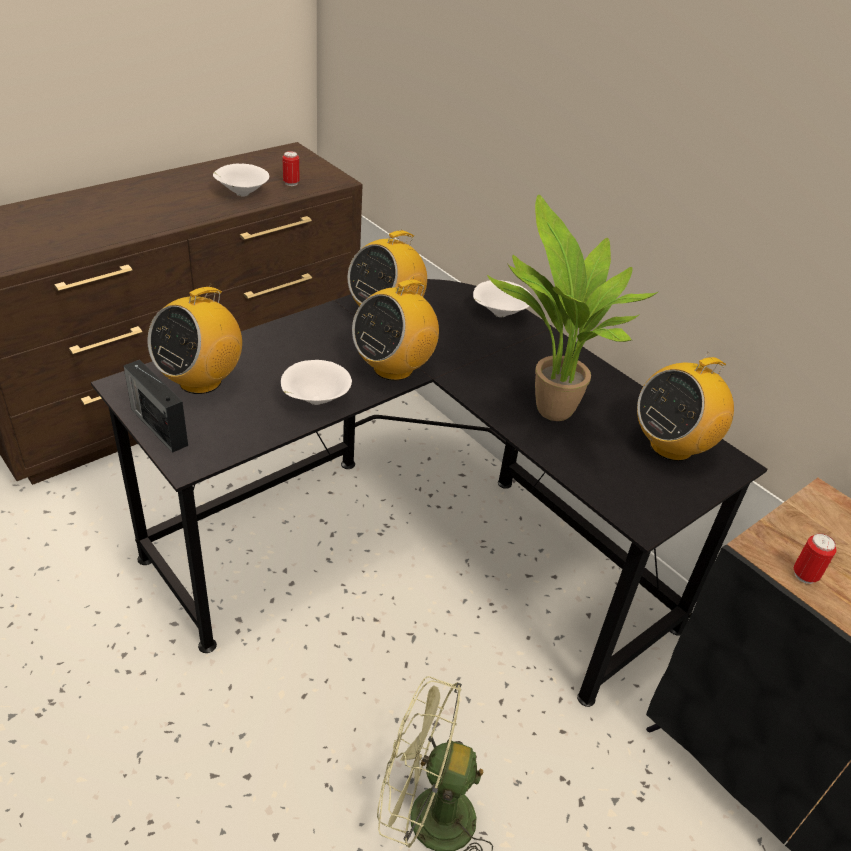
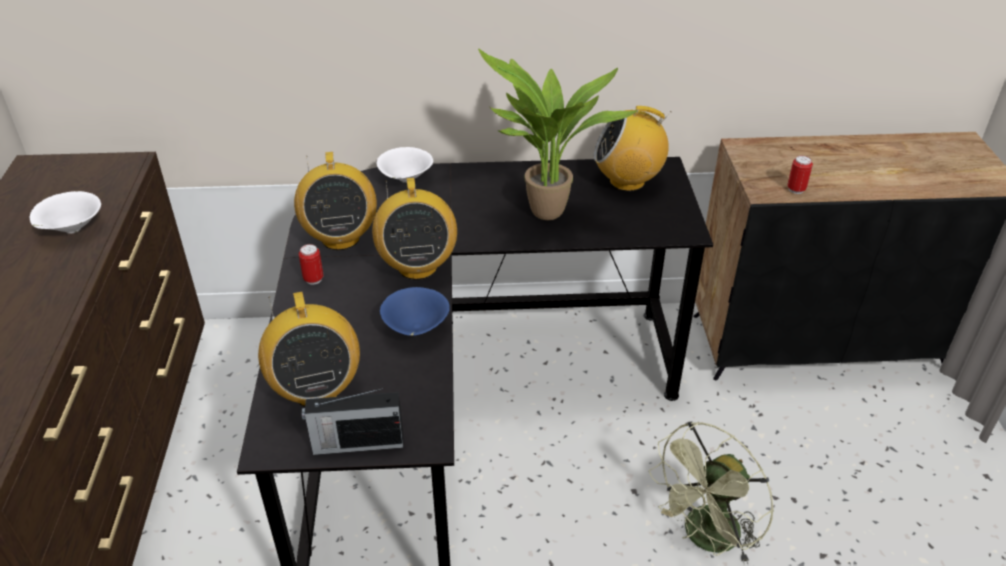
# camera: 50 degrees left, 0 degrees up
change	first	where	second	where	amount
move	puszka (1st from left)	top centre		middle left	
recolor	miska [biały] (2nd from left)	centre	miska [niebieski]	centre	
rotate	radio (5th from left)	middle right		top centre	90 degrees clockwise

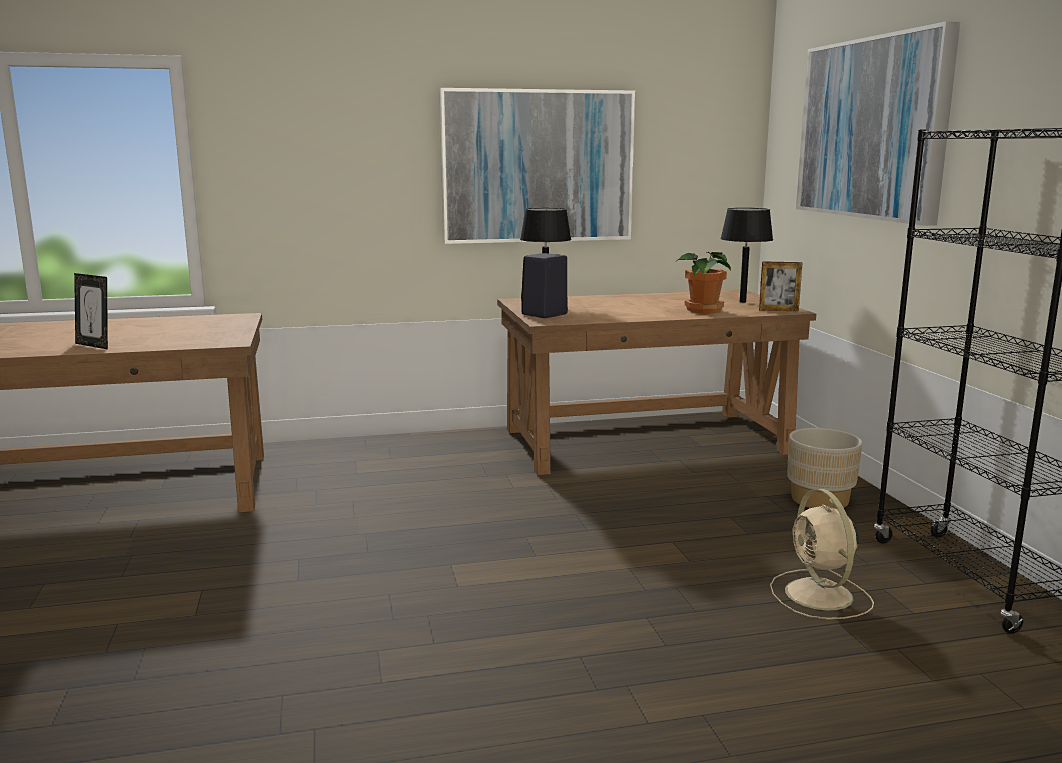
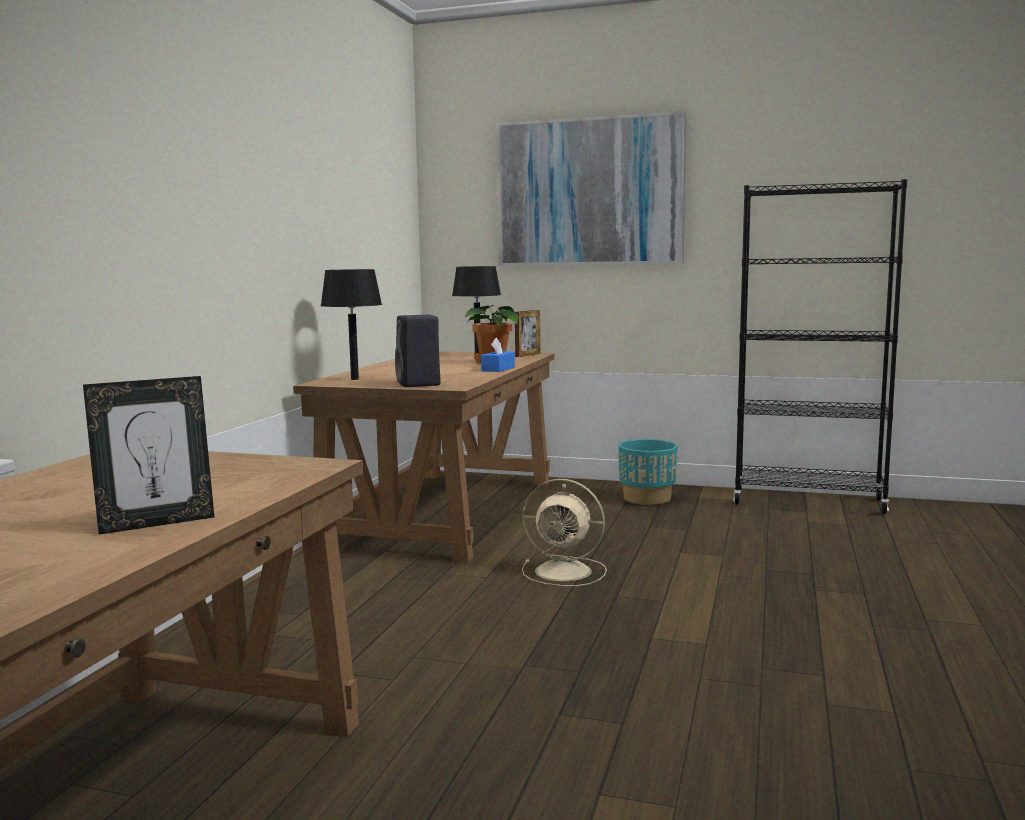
# camera: 60 degrees left, 5 degrees down
change	first	where	second	where	amount
delete	obraz (1st from left)	top centre			
insert			pudełko chusteczek [niebieski]	centre	
move	wentylator [beżowy]	bottom right		centre	
recolor	donica [beżowy]	middle right	donica [turkusowy]	centre	

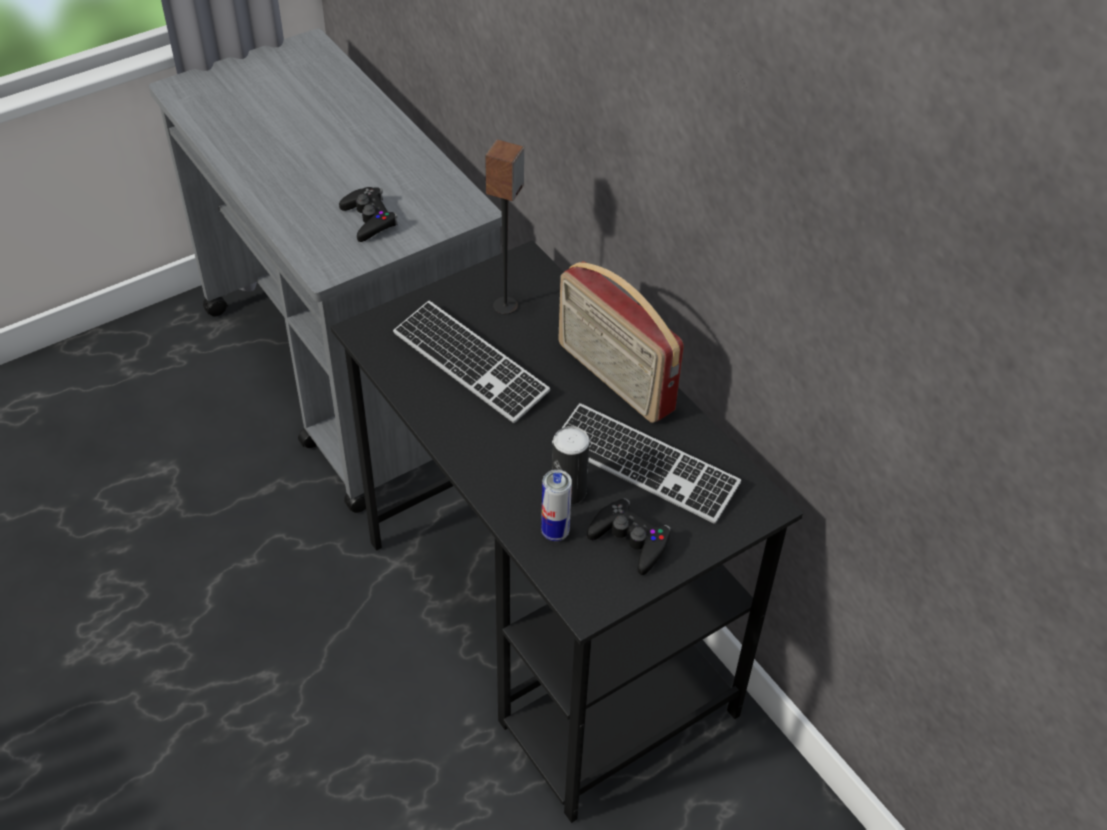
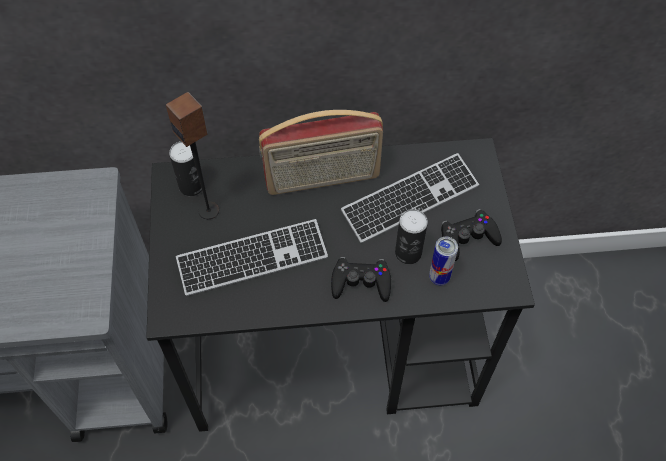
# camera: 60 degrees left, 10 degrees up
change	first	where	second	where	amount
insert			puszka (1st from left)	middle left	
move	pad do gier [czarny] (1st from left)	top left		centre	

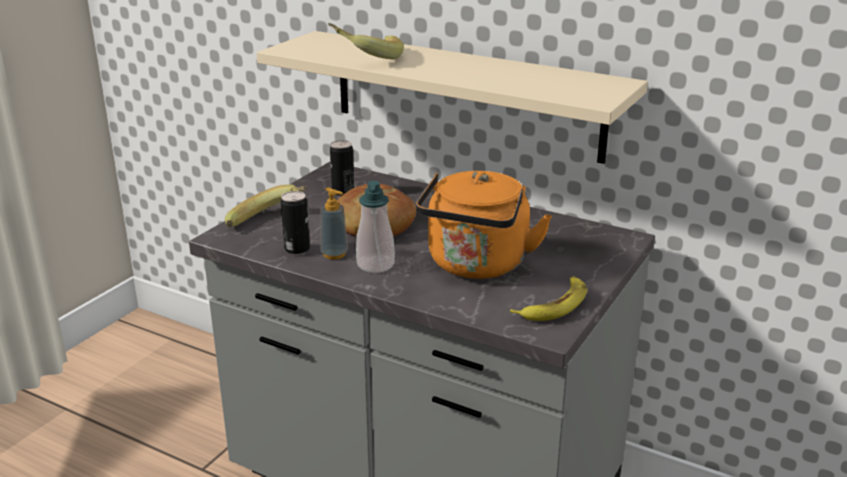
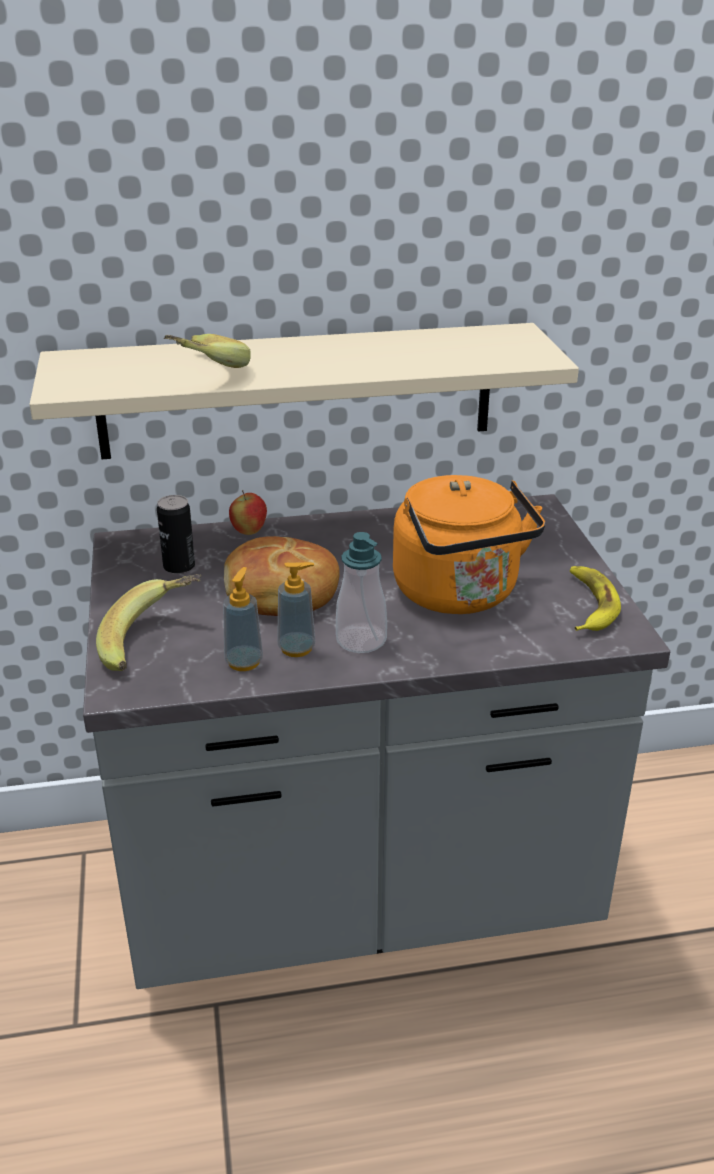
# camera: 40 degrees left, 5 degrees up
change	first	where	second	where	amount
insert			jabłko	centre	
replace	puszka (1st from left)	centre	dozownik mydła (1st from left)	centre	

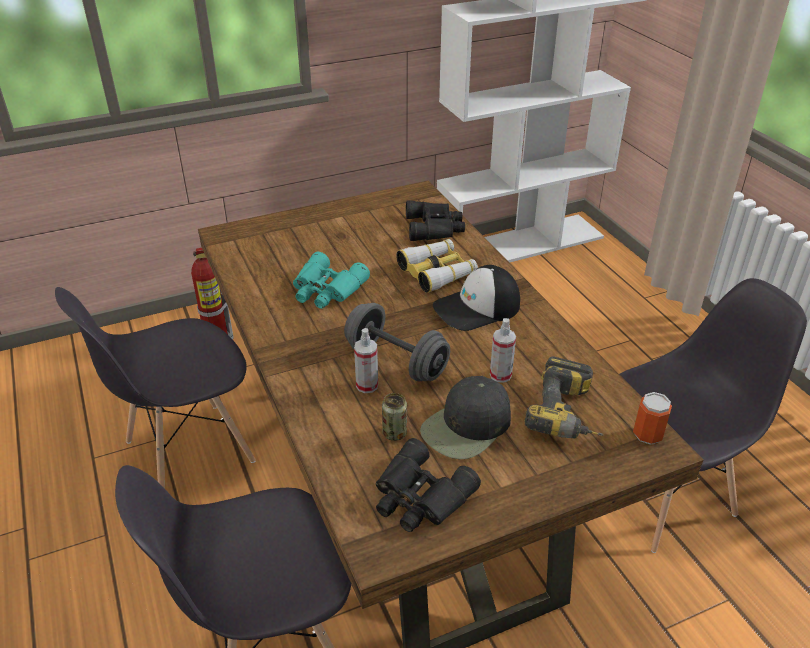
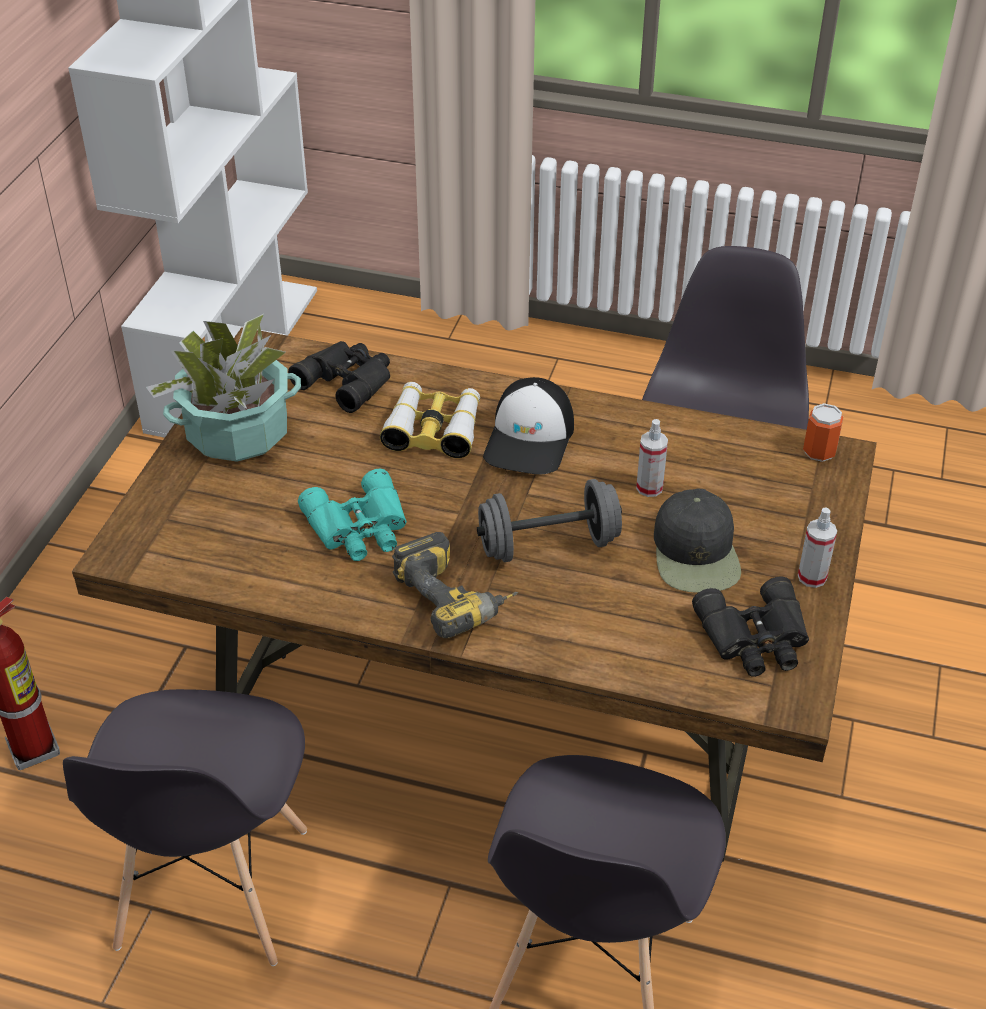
# camera: 50 degrees left, 5 degrees up
change	first	where	second	where	amount
delete	puszka (1st from left)	centre			
insert			roślina doniczkowa	middle left	
move	spryskiwacz (1st from left in the first image)	centre	spryskiwacz (2nd from left)	middle right	
move	wiertarka	middle right		centre	

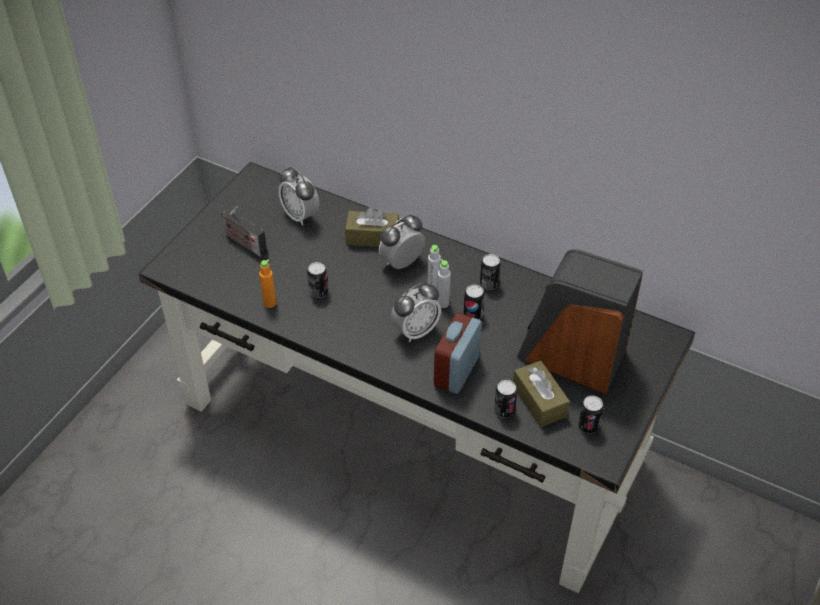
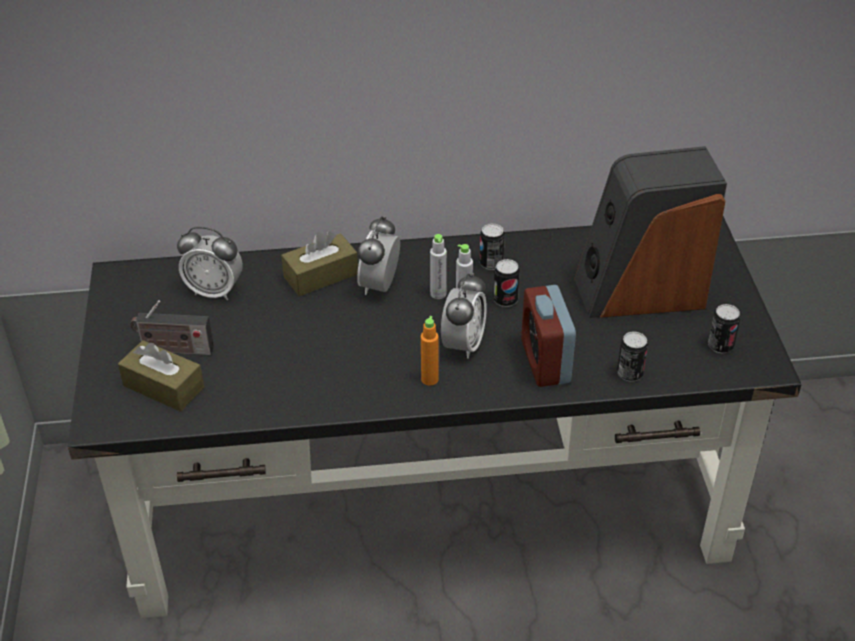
# camera: 35 degrees left, 5 degrees down
change	first	where	second	where	amount
delete	puszka (1st from left)	centre			
move	butelka [pomarańczowy]	middle left		centre	
move	pudełko chusteczek [brązowy] (2nd from left in the first image)	centre	pudełko chusteczek [brązowy] (1st from left)	middle left	

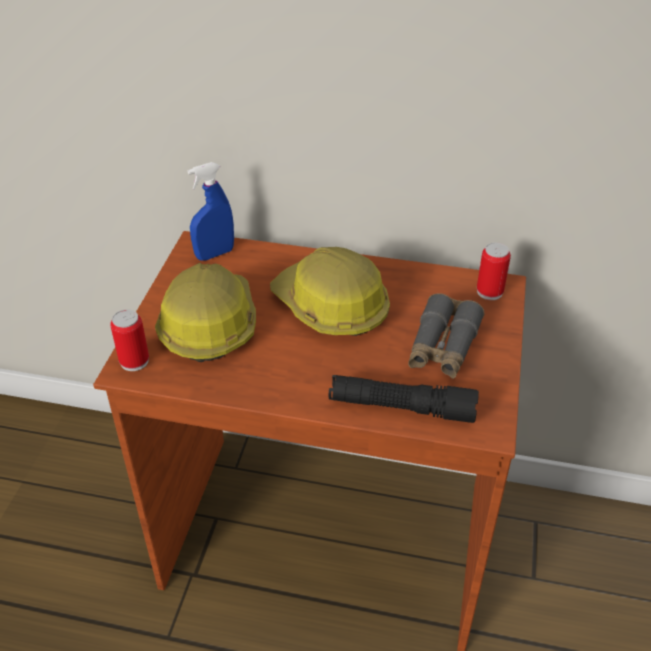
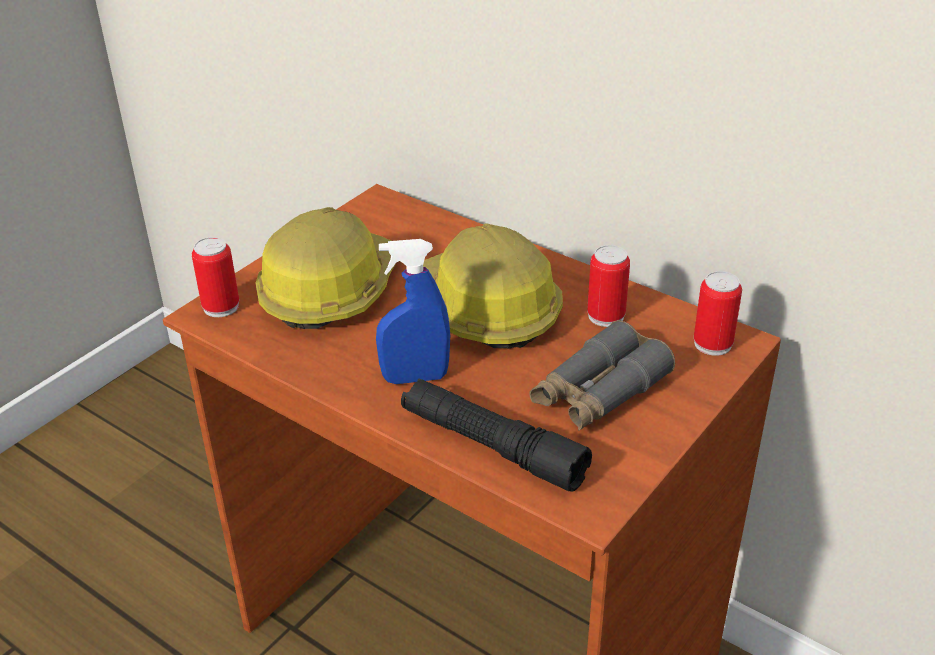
# camera: 25 degrees right, 5 degrees down
change	first	where	second	where	amount
insert			puszka (2nd from left)	centre	
move	spryskiwacz [niebieski]	top left		centre	

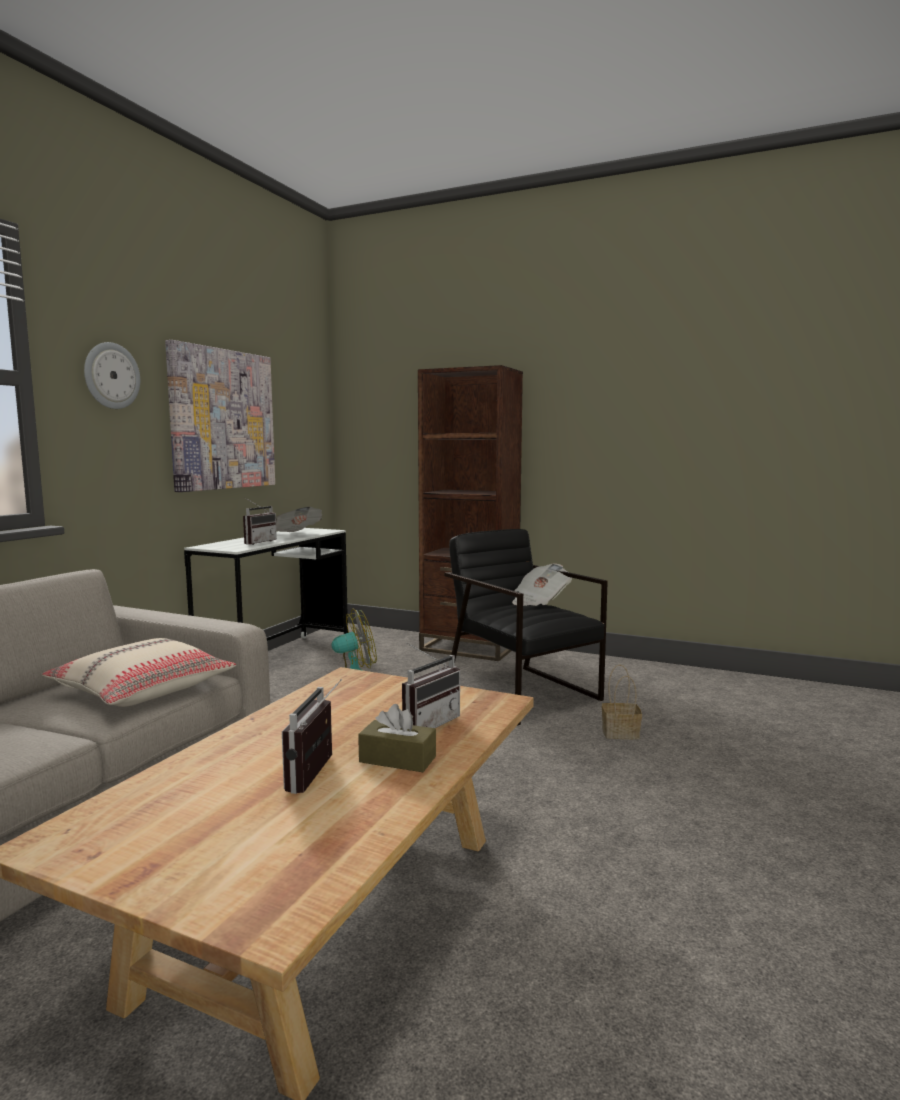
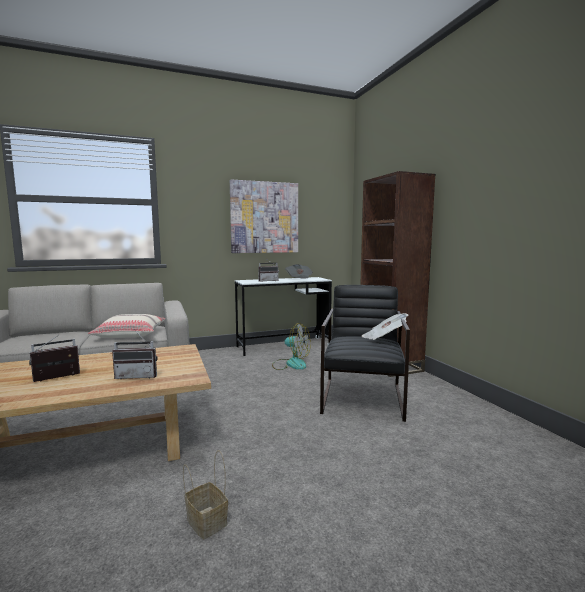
# camera: 45 degrees right, 0 degrees up
change	first	where	second	where	amount
delete	zegar ścienny	middle left			
delete	pudełko chusteczek [brązowy]	bottom centre			
move	koszyk	middle right		bottom centre	

